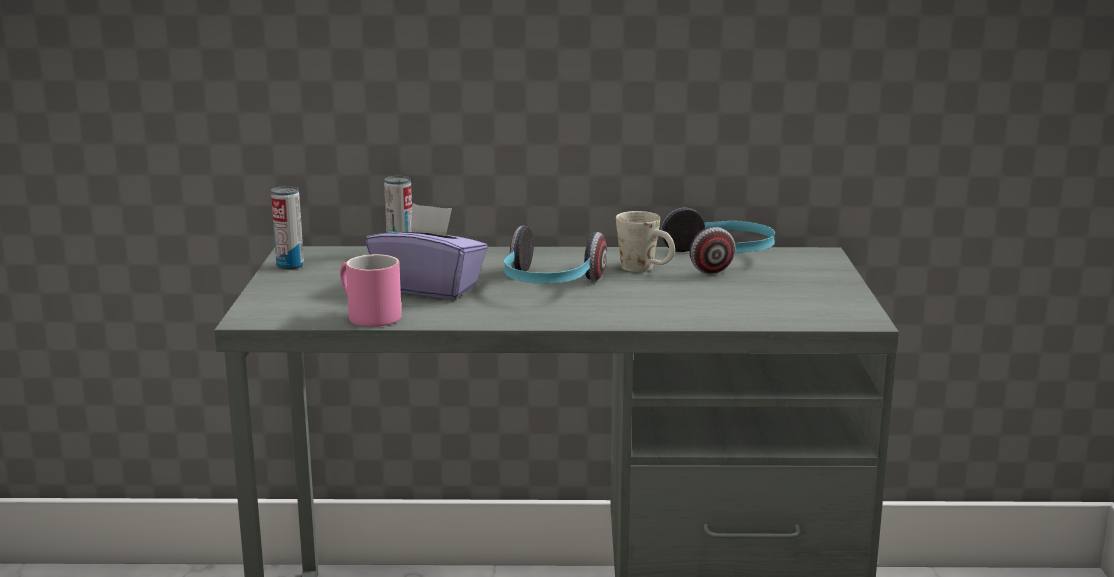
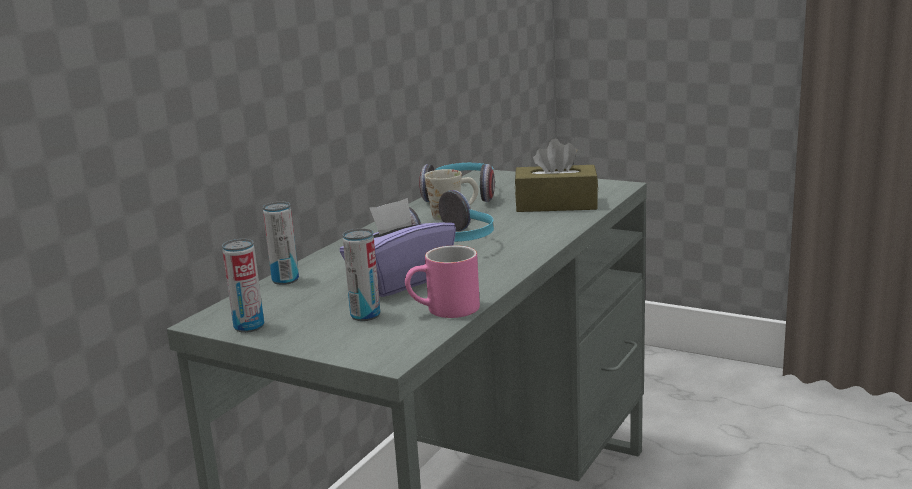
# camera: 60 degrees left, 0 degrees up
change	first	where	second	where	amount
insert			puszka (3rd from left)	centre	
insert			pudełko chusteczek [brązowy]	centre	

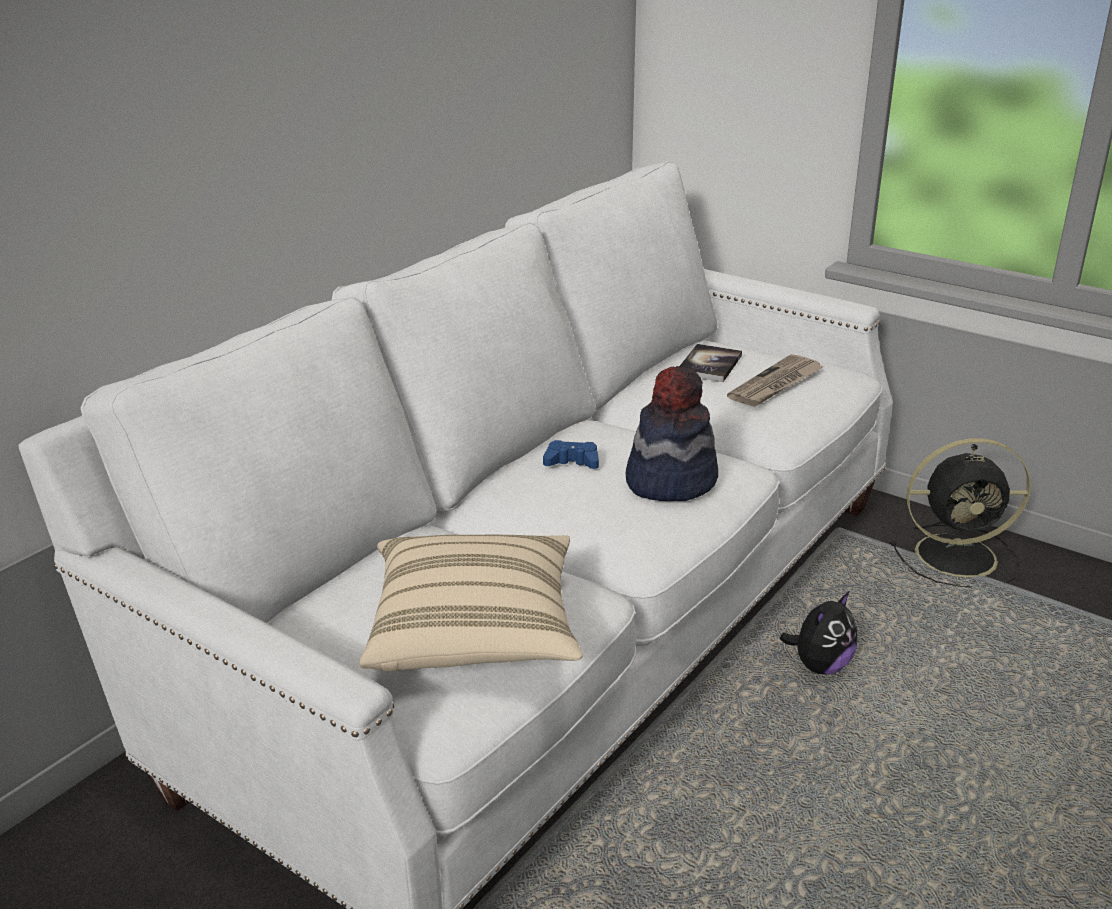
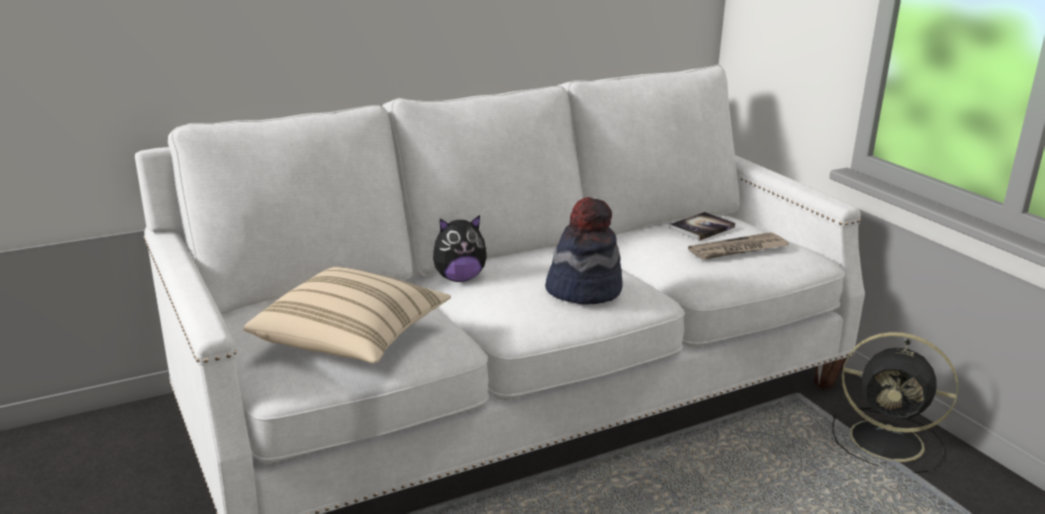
# camera: 25 degrees right, 5 degrees down
change	first	where	second	where	amount
delete	pad do gier [niebieski]	centre			
move	pluszak	bottom right		centre	

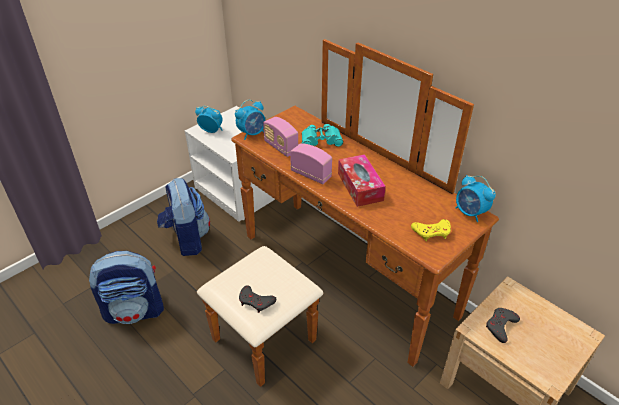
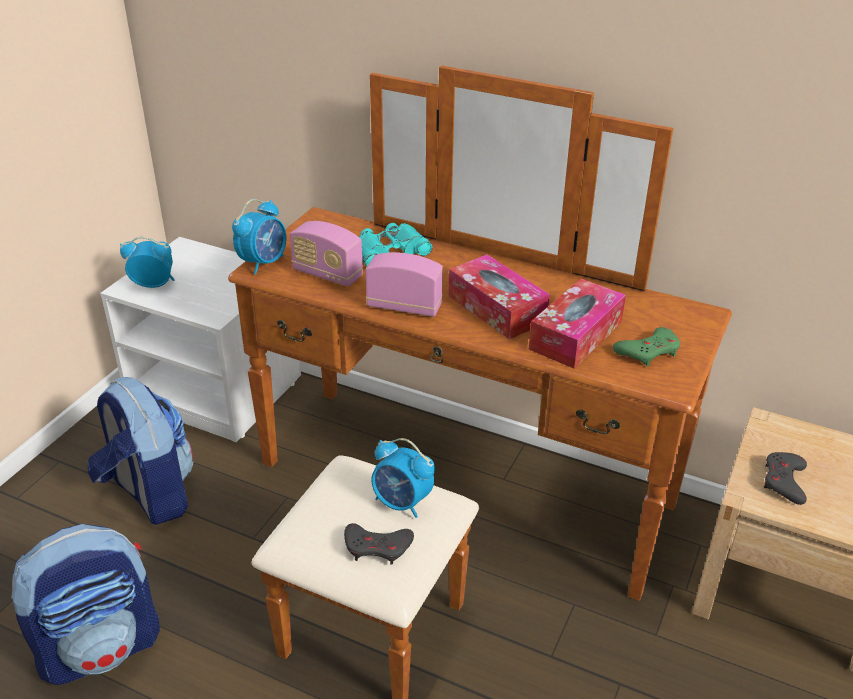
# camera: 20 degrees left, 5 degrees down
change	first	where	second	where	amount
insert			pudełko chusteczek (2nd from left)	middle right	
move	budzik (3rd from left)	middle right		bottom centre	
recolor	pad do gier [żółty]	middle right	pad do gier [zielony]	middle right	

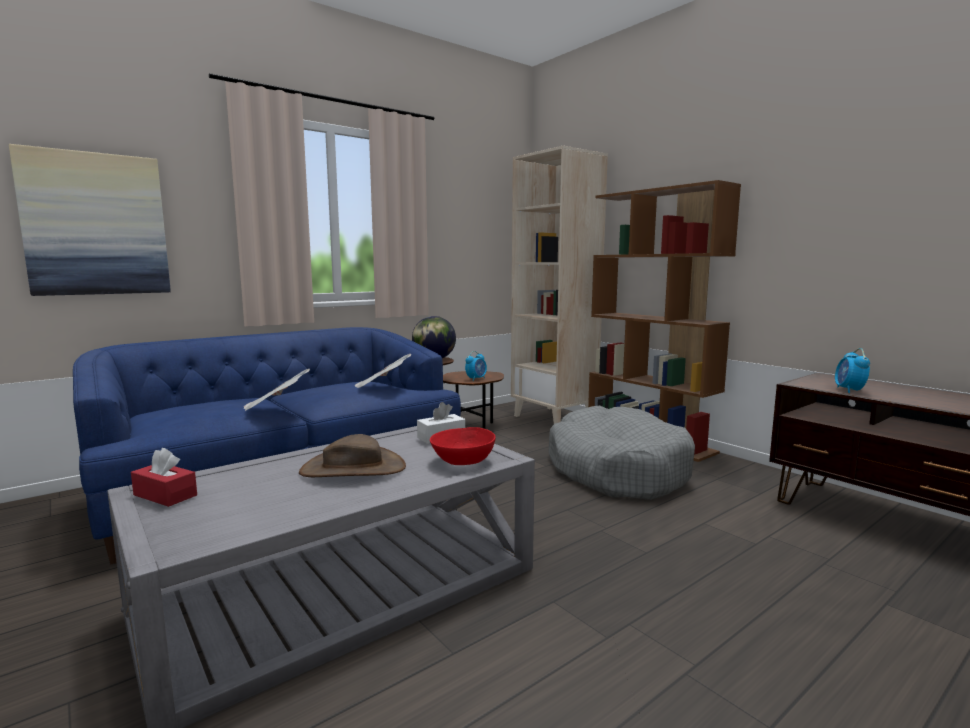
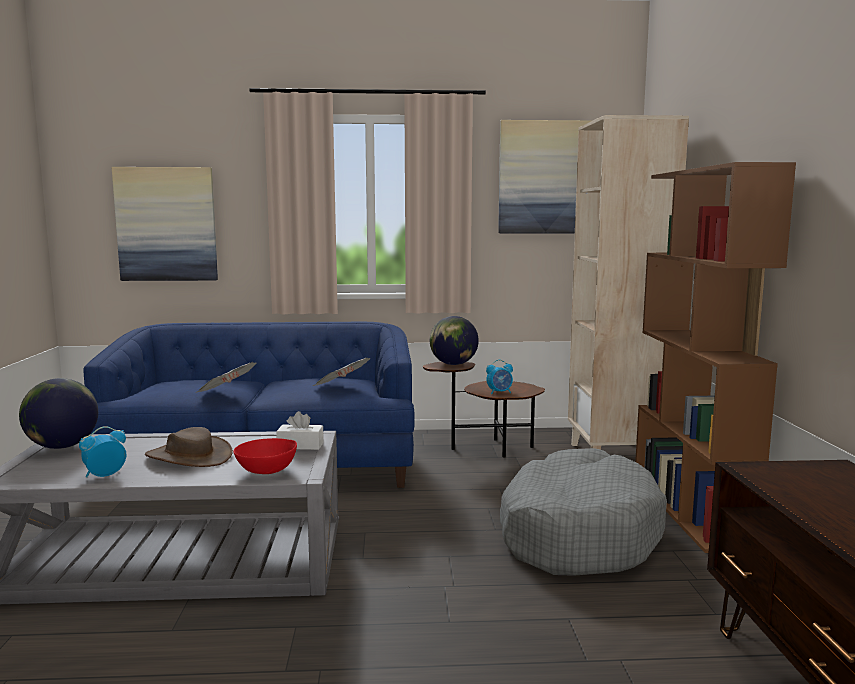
# camera: 35 degrees right, 0 degrees up
change	first	where	second	where	amount
insert			obraz (2nd from left)	top centre	
move	budzik (2nd from left in the first image)	middle right	budzik (1st from left)	middle left	
replace	pudełko chusteczek [czerwony]	middle left	globus (1st from left)	middle left	

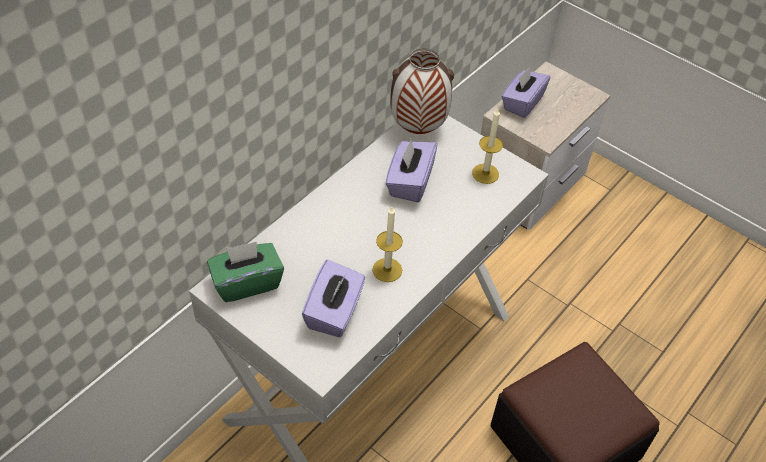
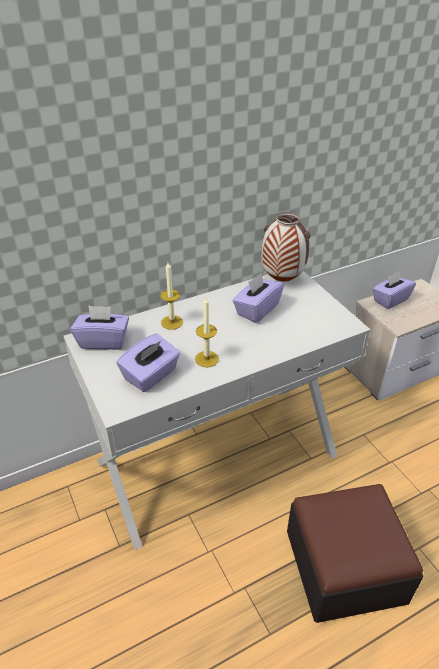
# camera: 25 degrees right, 10 degrees down
change	first	where	second	where	amount
move	świeca (2nd from left in the first image)	top centre	świeca (1st from left)	centre	
recolor	pudełko chusteczek [zielony]	middle left	pudełko chusteczek [fioletowy] (1st from left)	middle left	

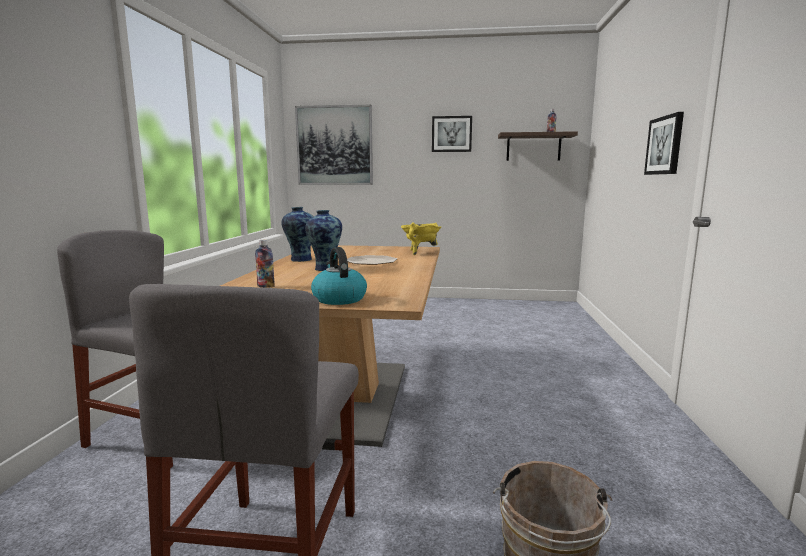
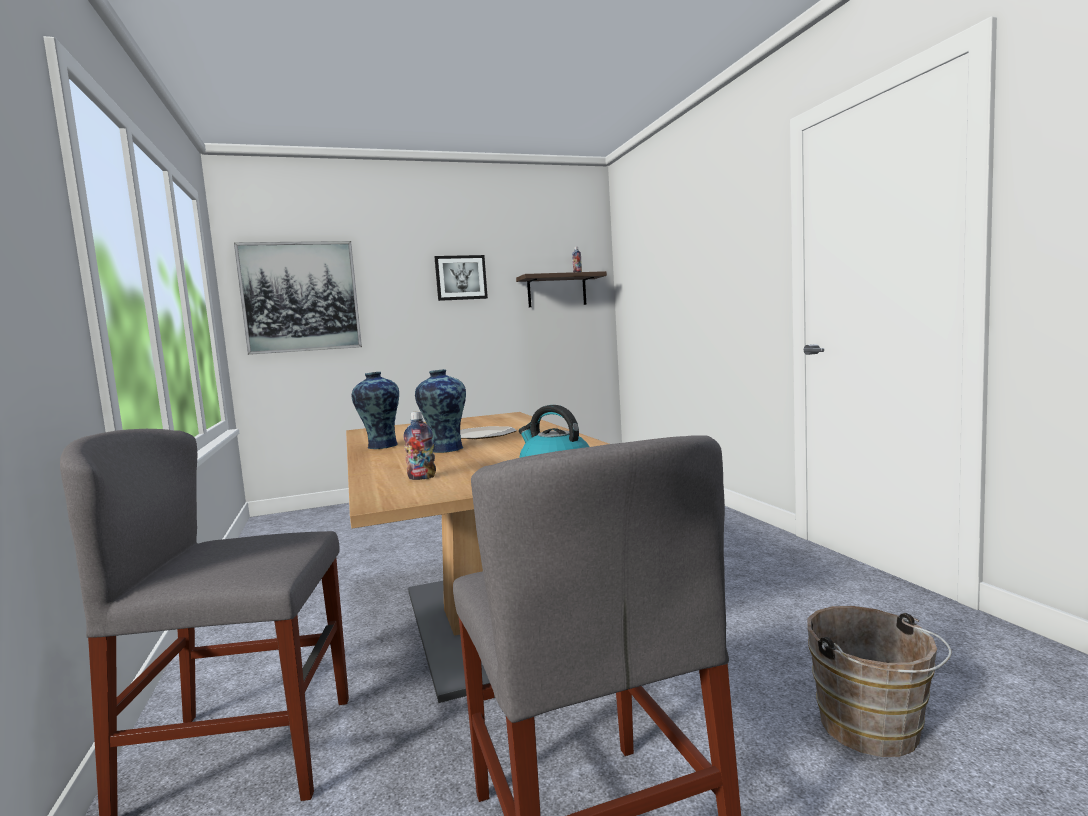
# camera: 25 degrees left, 5 degrees down
change	first	where	second	where	amount
delete	garnek [żółty]	centre			
delete	obraz (3rd from left)	top right			

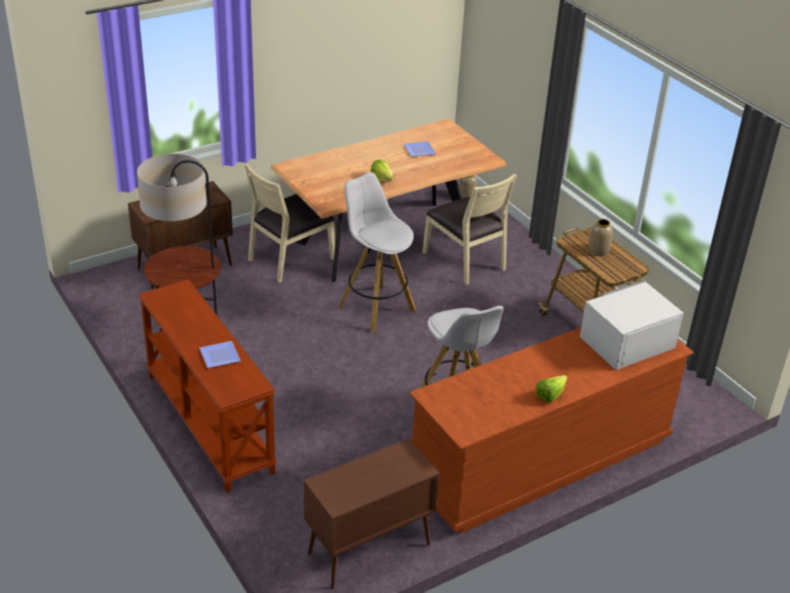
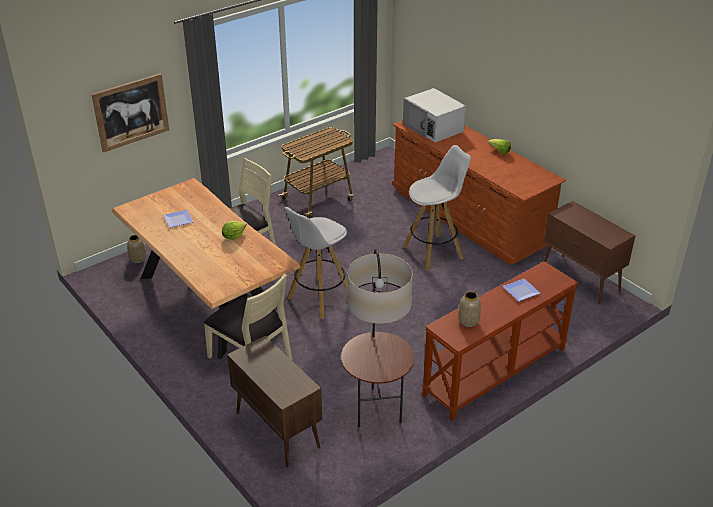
# camera: 95 degrees left, 0 degrees up
change	first	where	second	where	amount
insert			obraz	top left	
move	wazon (2nd from left)	middle right		centre	

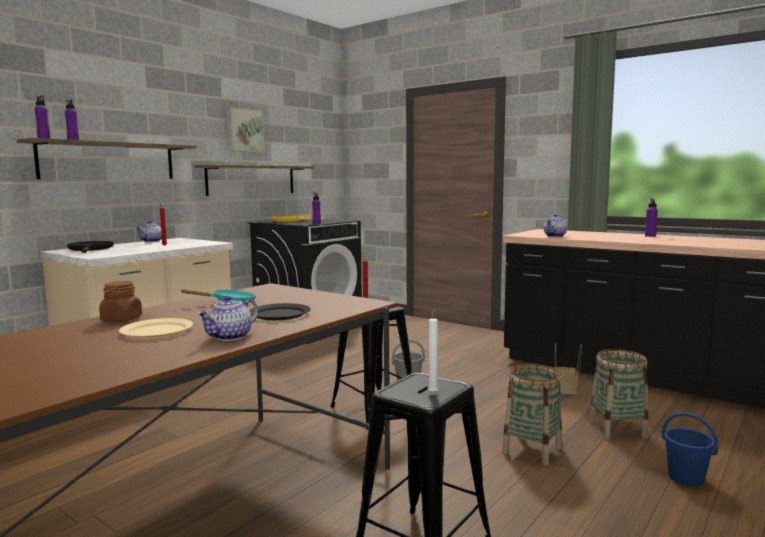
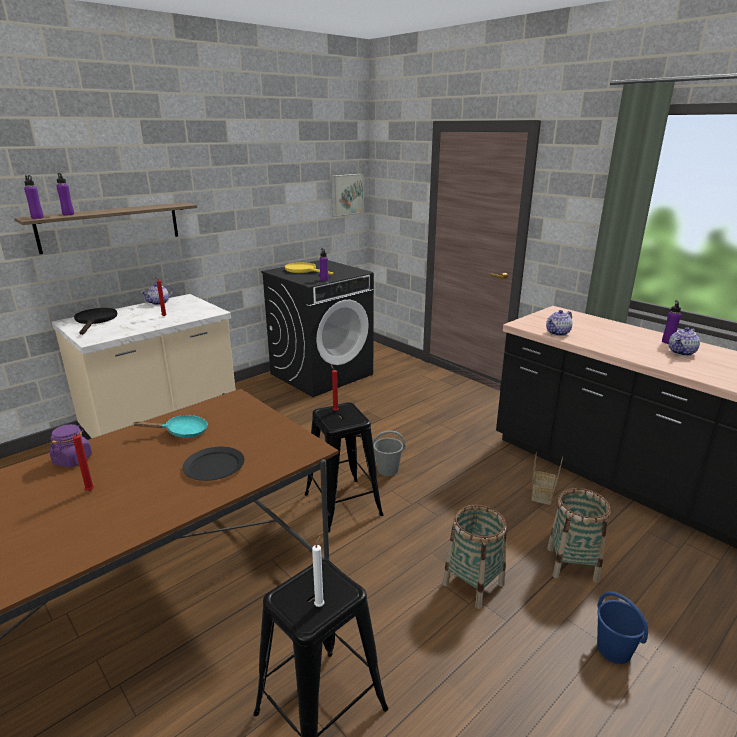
# camera: 10 degrees right, 15 degrees up
change	first	where	second	where	amount
delete	półka (2nd from left)	middle left			
move	imbryk (2nd from left in the first image)	middle left	imbryk (3rd from left)	middle right	
move	obraz	top left		top centre	
replace	talerz [beżowy]	middle left	świeca [czerwony] (1st from left)	middle left	
recolor	słoik [brązowy]	middle left	słoik [fioletowy]	middle left	

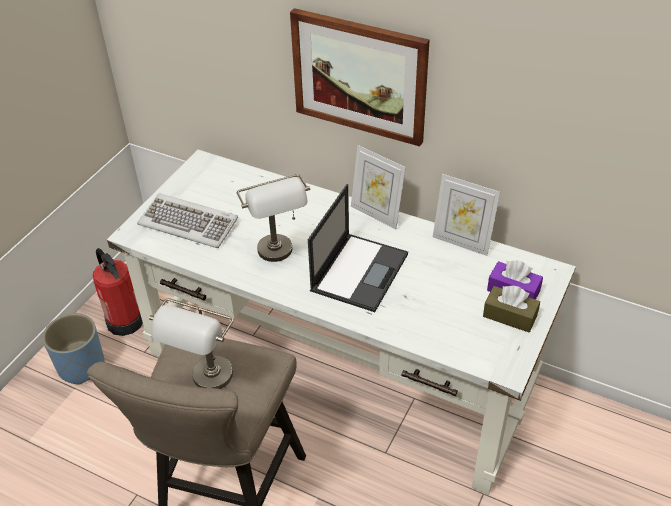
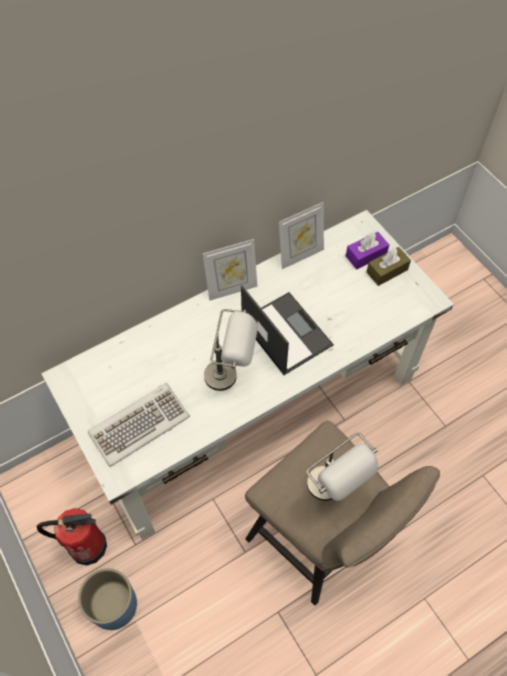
# camera: 60 degrees left, 15 degrees up
change	first	where	second	where	amount
delete	obraz	top centre			

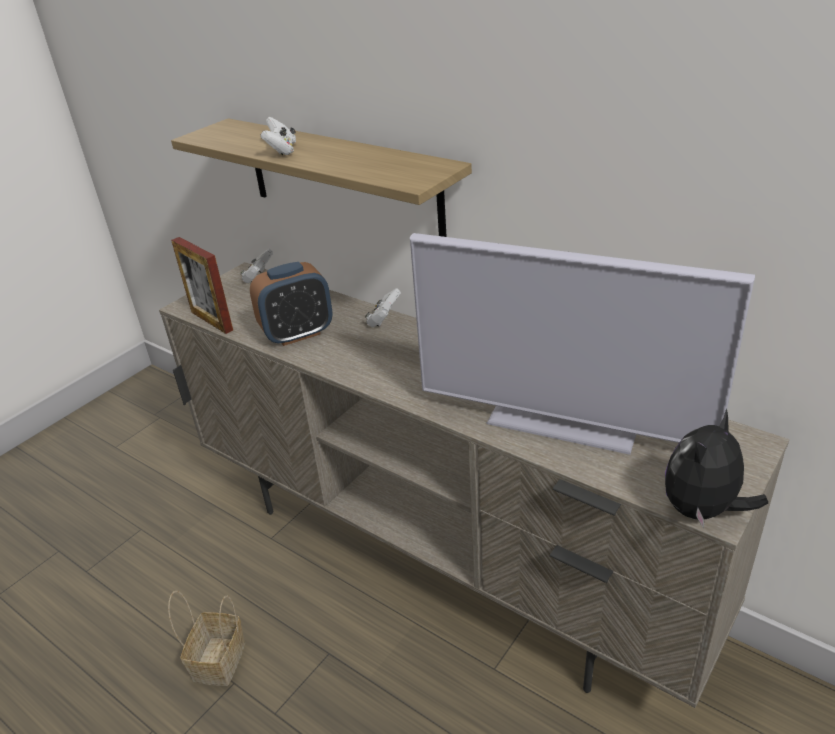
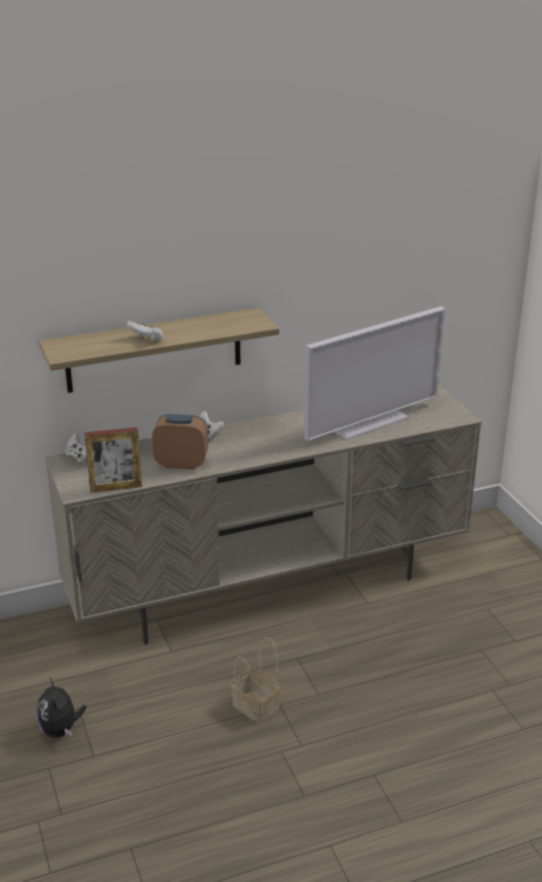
# camera: 60 degrees left, 5 degrees down
change	first	where	second	where	amount
move	pluszak	middle right		bottom left	
rotate	budzik	centre		middle left	90 degrees counterclockwise

